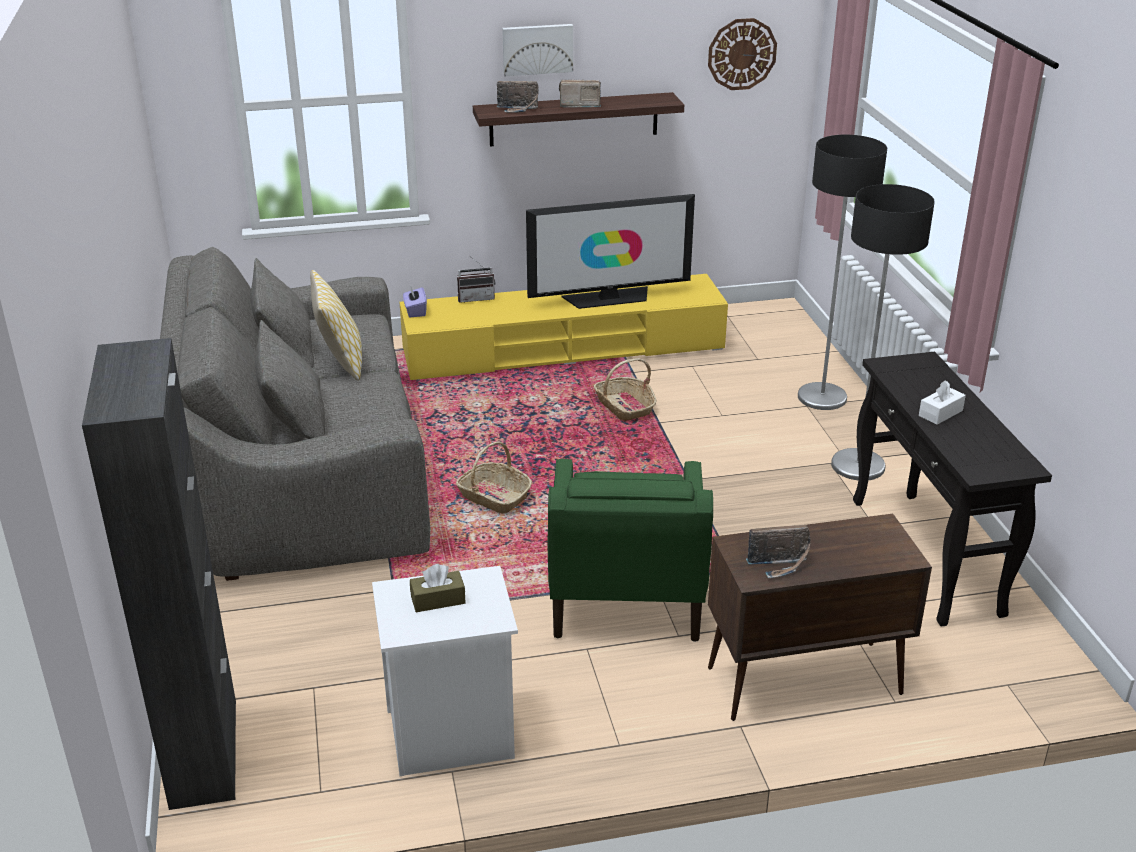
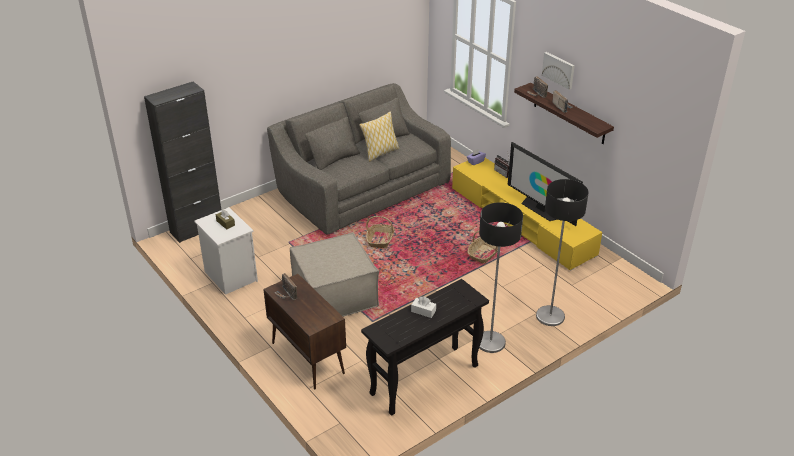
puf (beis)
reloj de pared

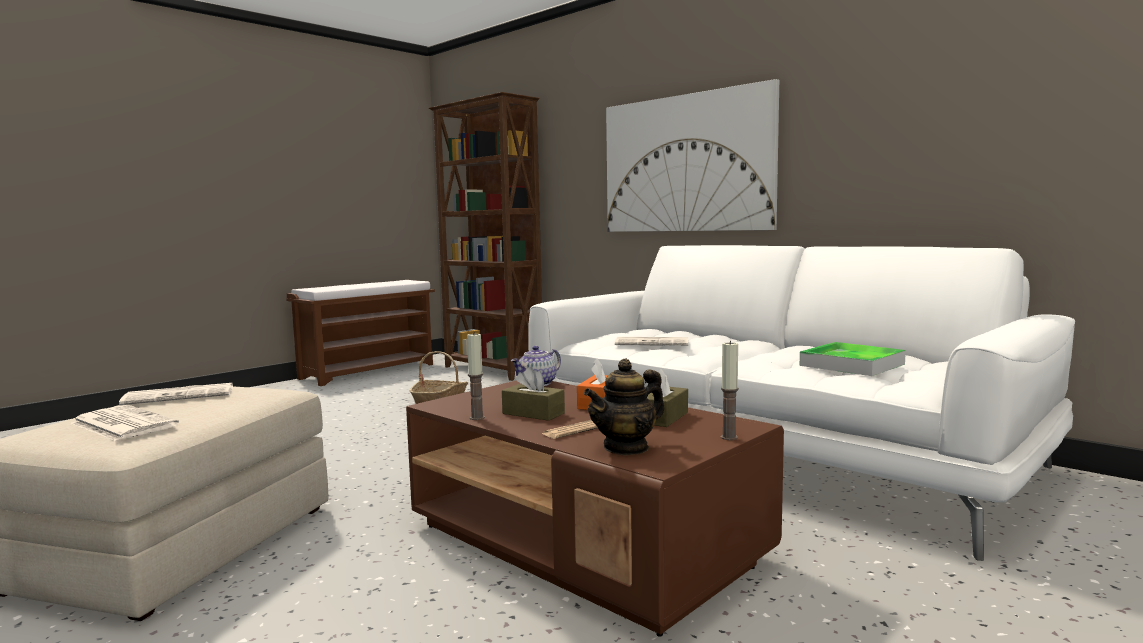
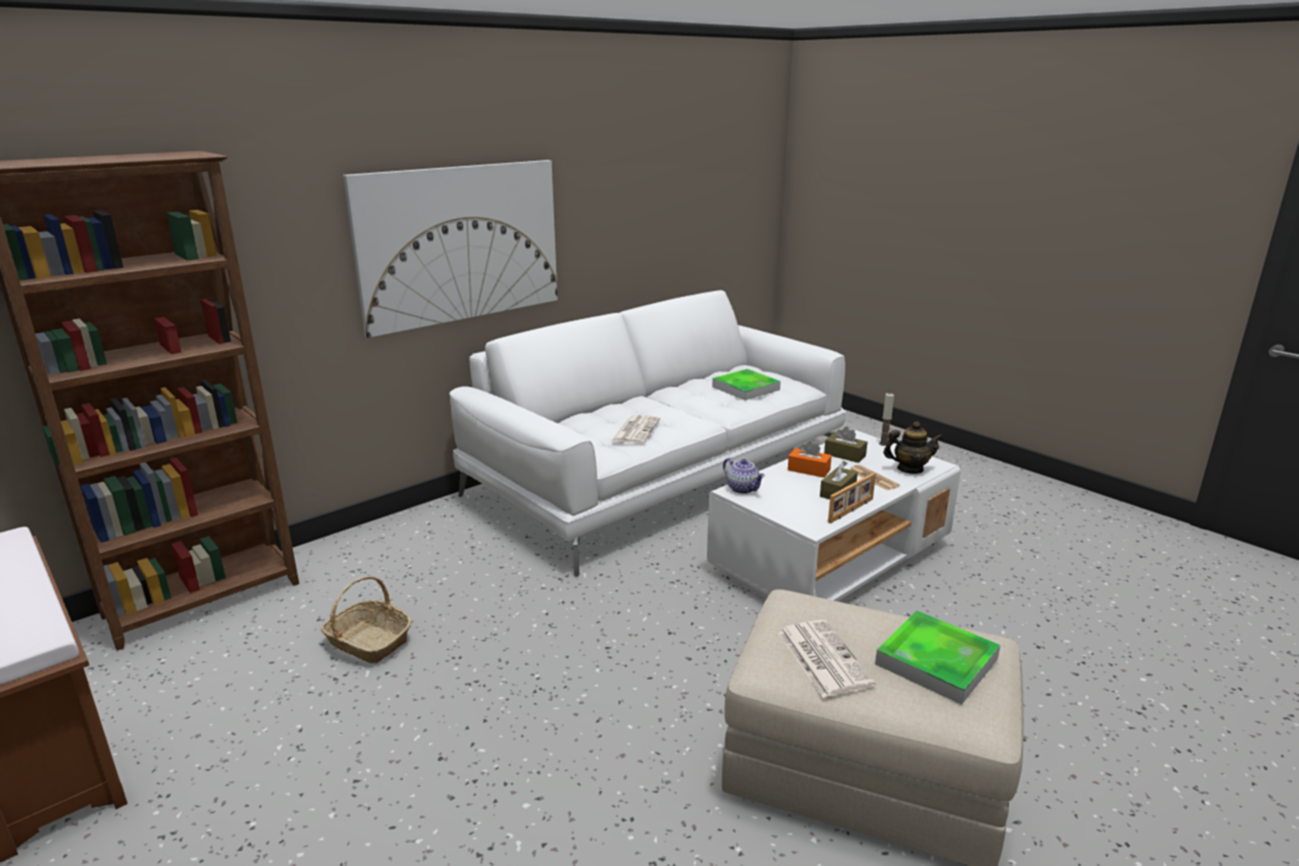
bandeja (2nd from left)
mesa de centro (blanco)
portarretratos
tetera (2nd from left)

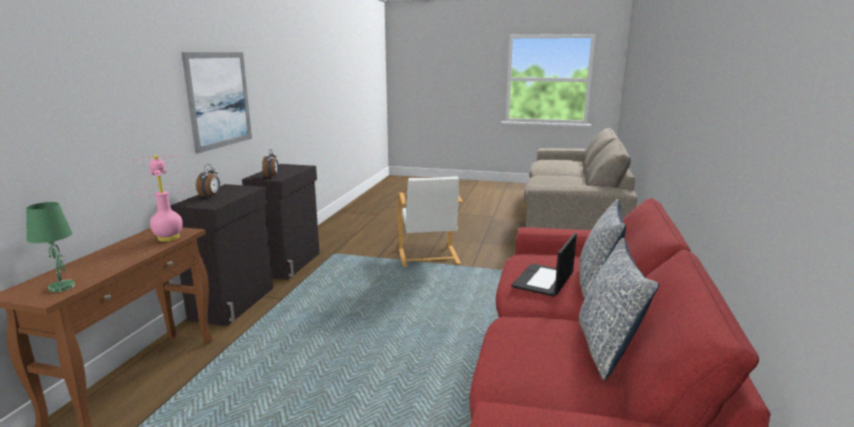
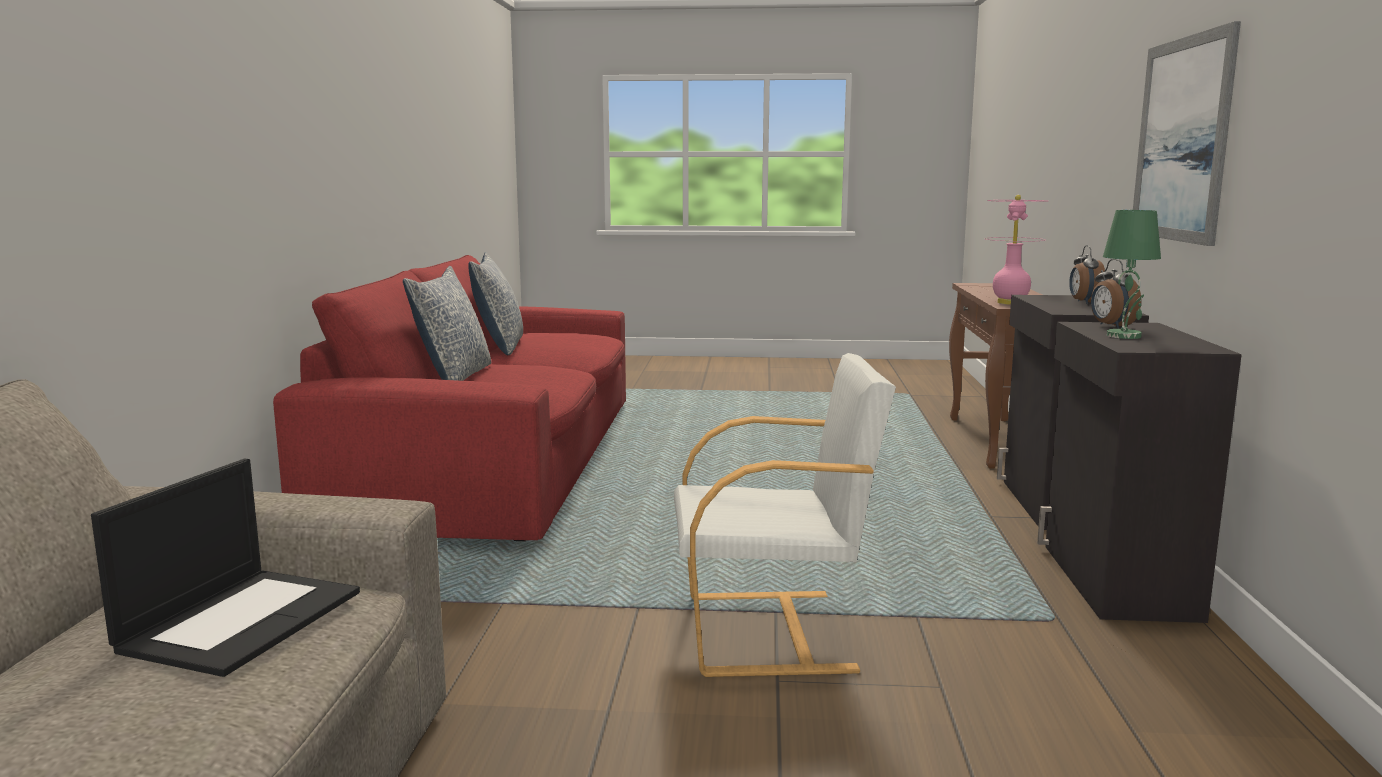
lámpara de mesa (verde)
sillón (blanco)
portátil

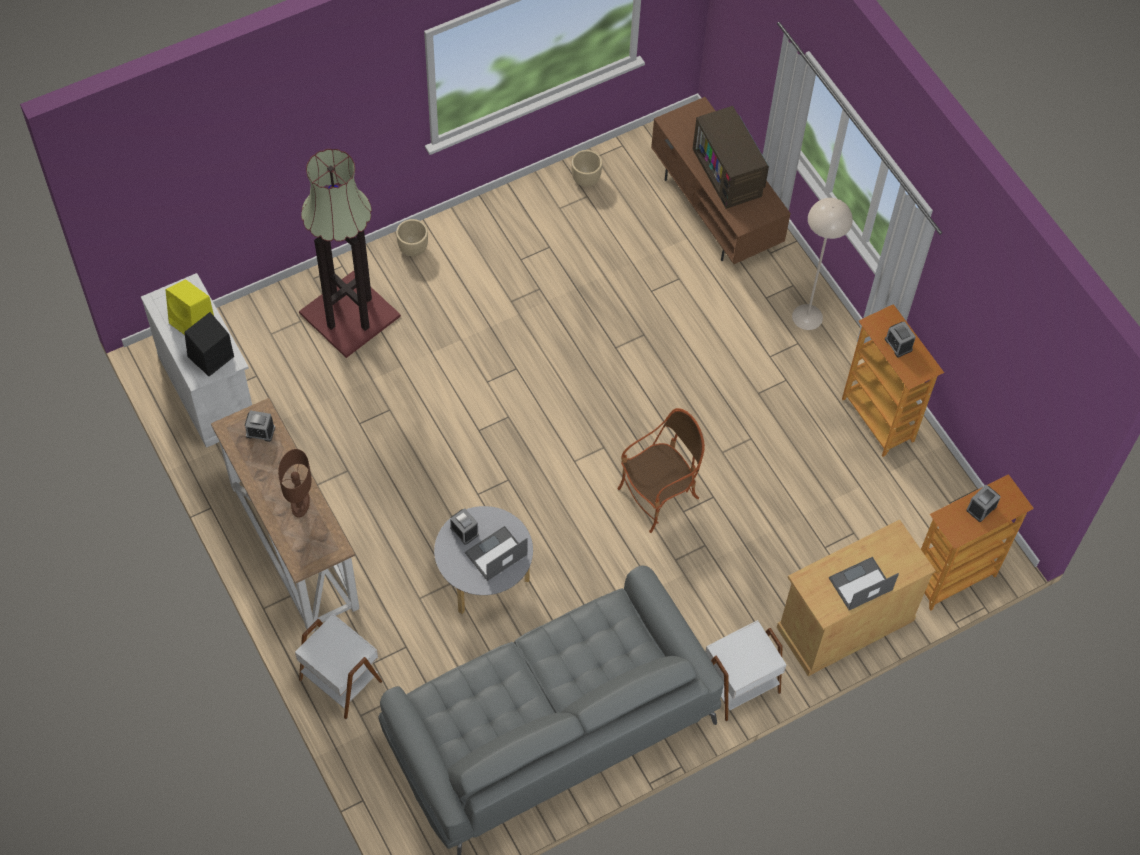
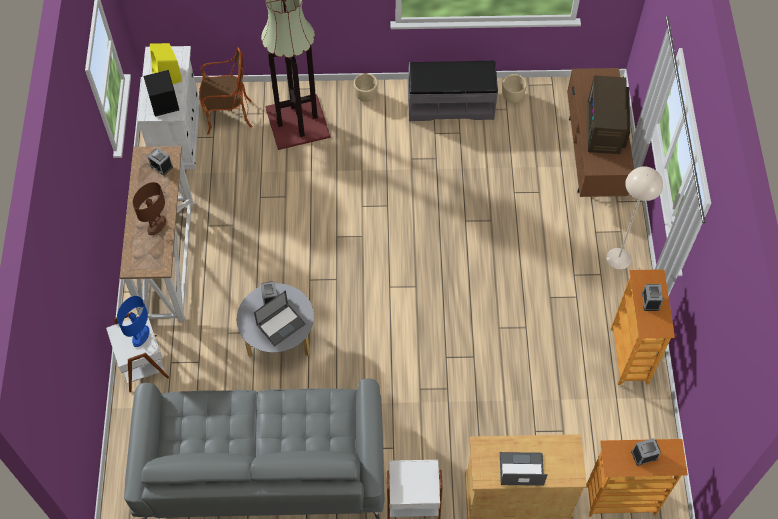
portátil (1st from left)
sillón
lámpara de mesa (azul)
banco (gris)

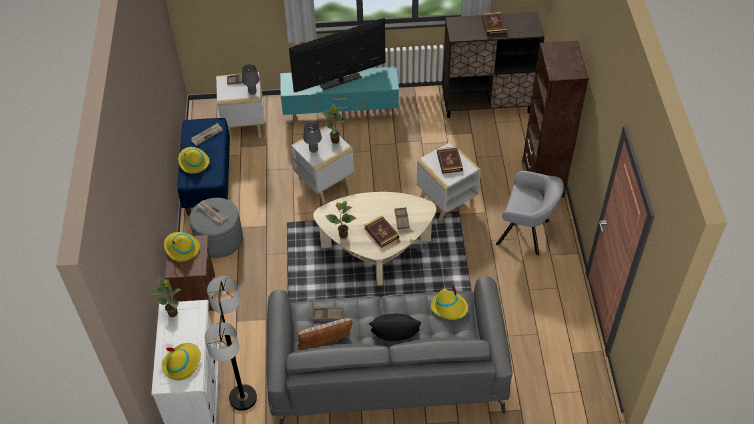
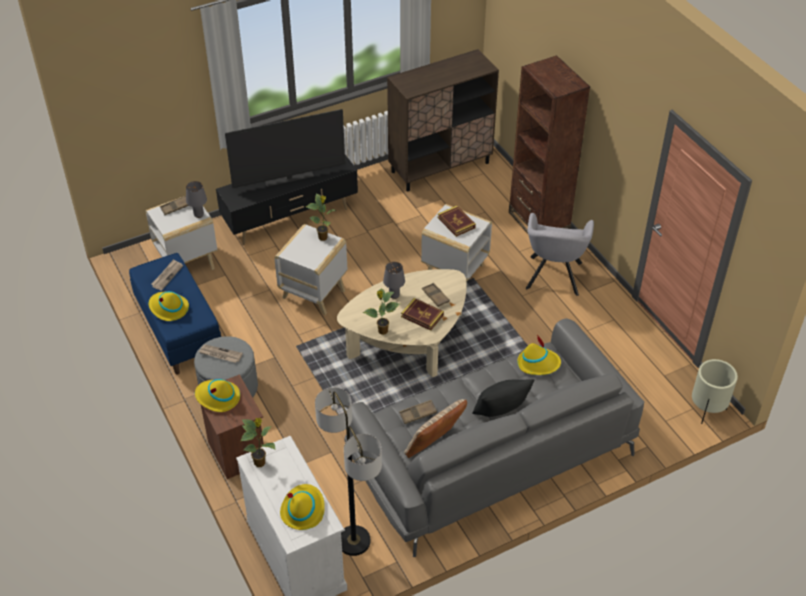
mueble de televisión (negro)
televisor
lámpara de mesa (gris) (2nd from left)
libro (3rd from left in the first image)
sillón (gris)
maceta (beis)

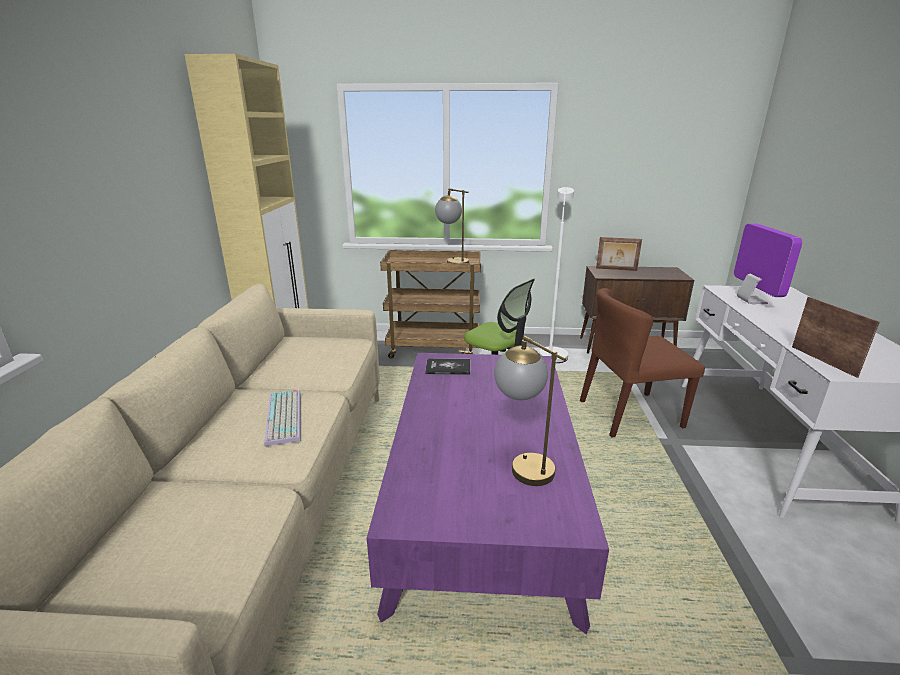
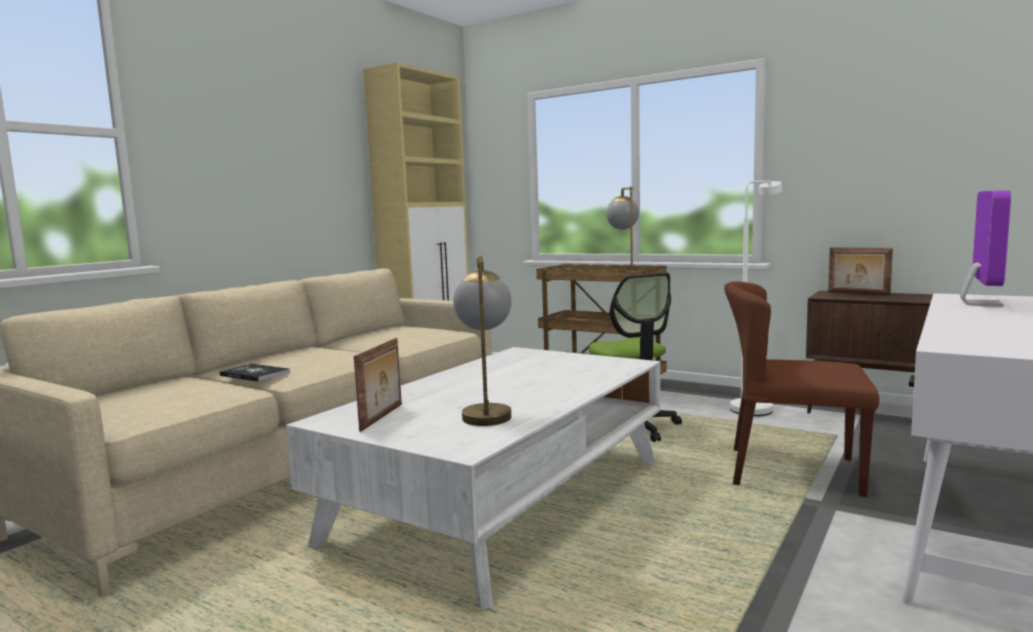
teclado
mesa de centro (blanco)
libro
portarretratos (1st from left)

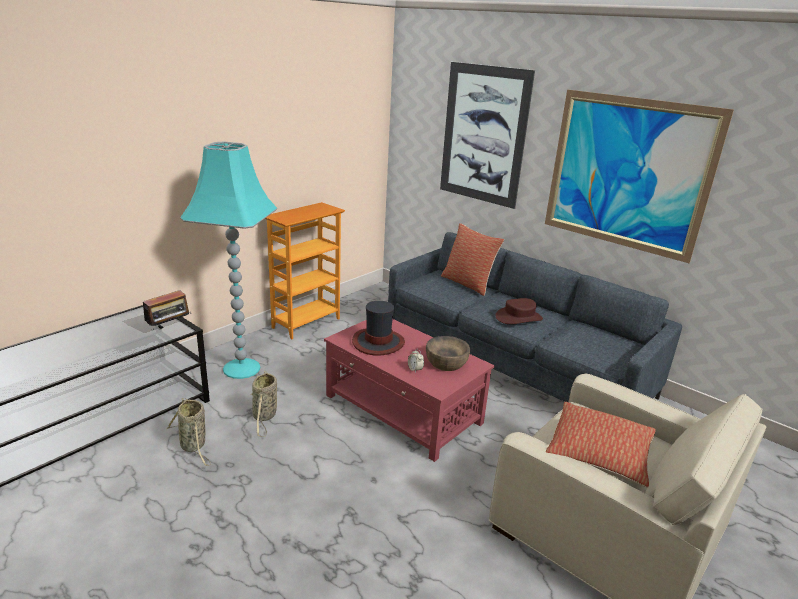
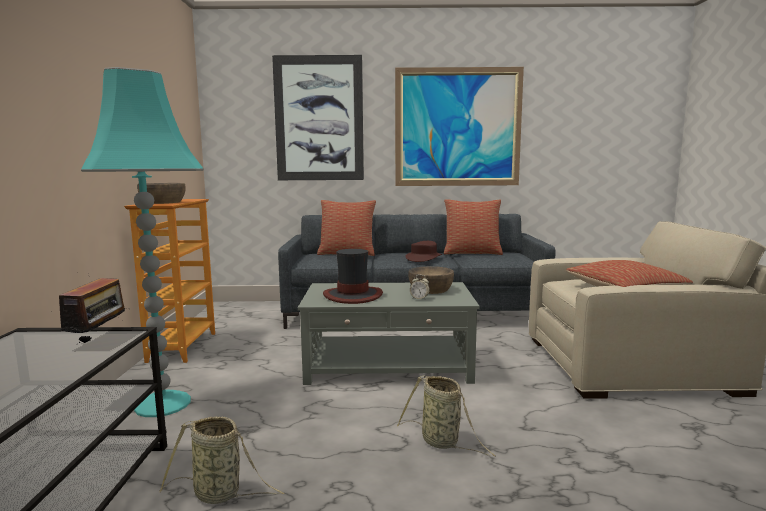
cesta (2nd from left)
mesa de centro (gris)
cuenco (marrón) (1st from left)
cojín (2nd from left)

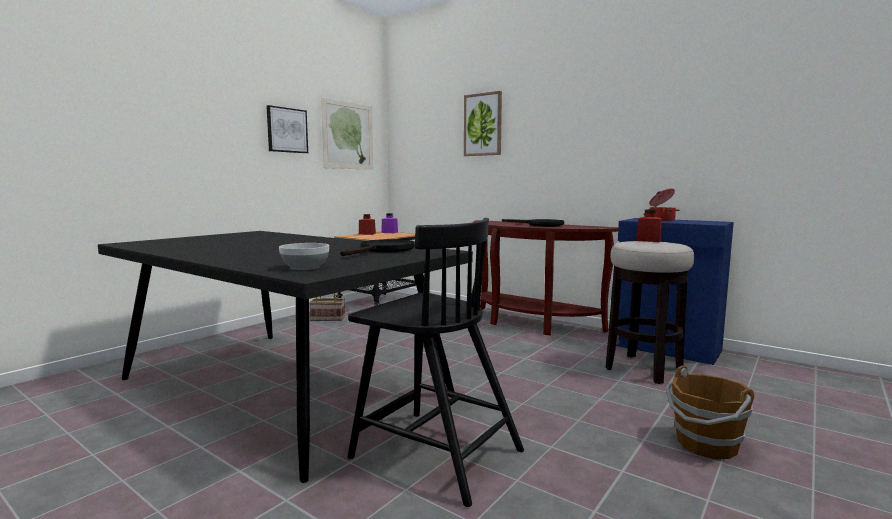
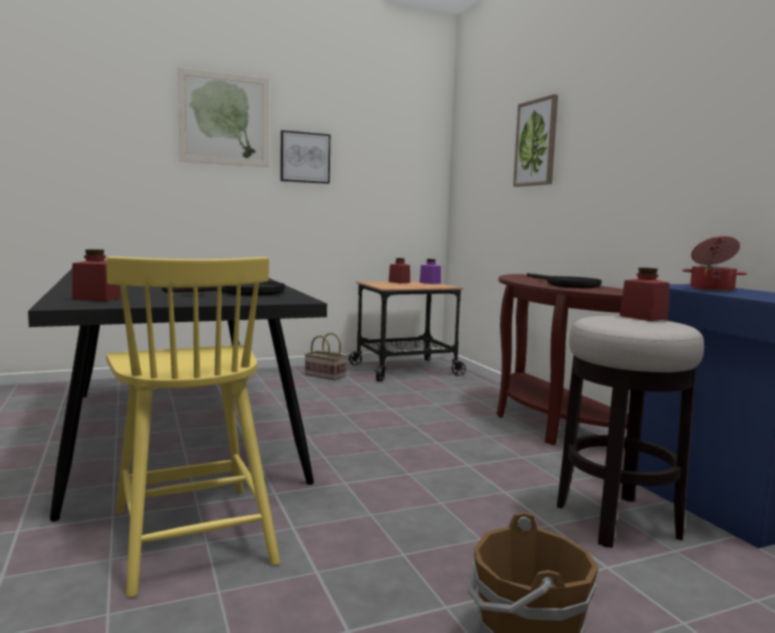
tarro (rojo) (1st from left)
cuadro (1st from left)
silla (amarillo)

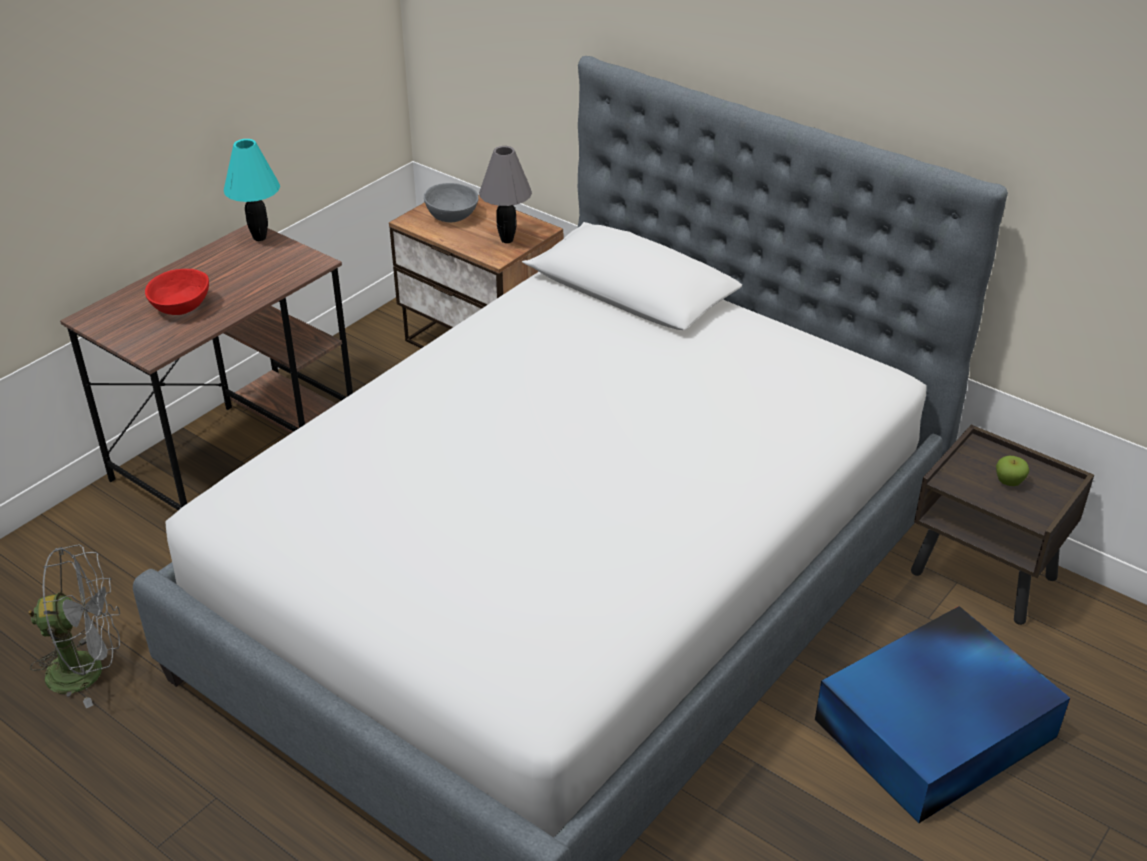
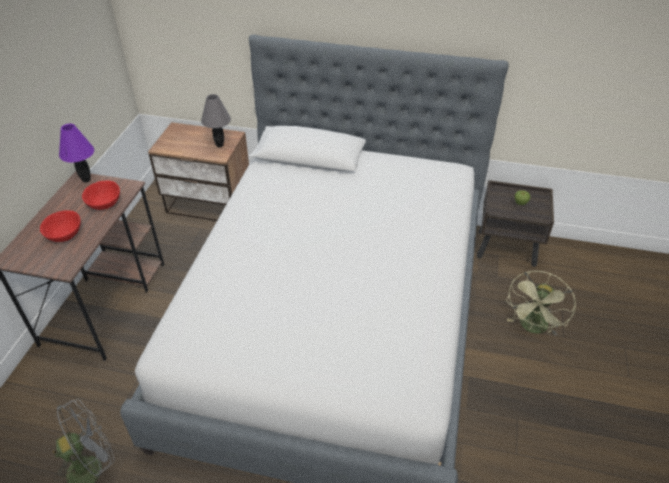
lámpara de mesa (morado)
cuenco (gris)
ventilador (verde)
cuenco (rojo) (2nd from left)

